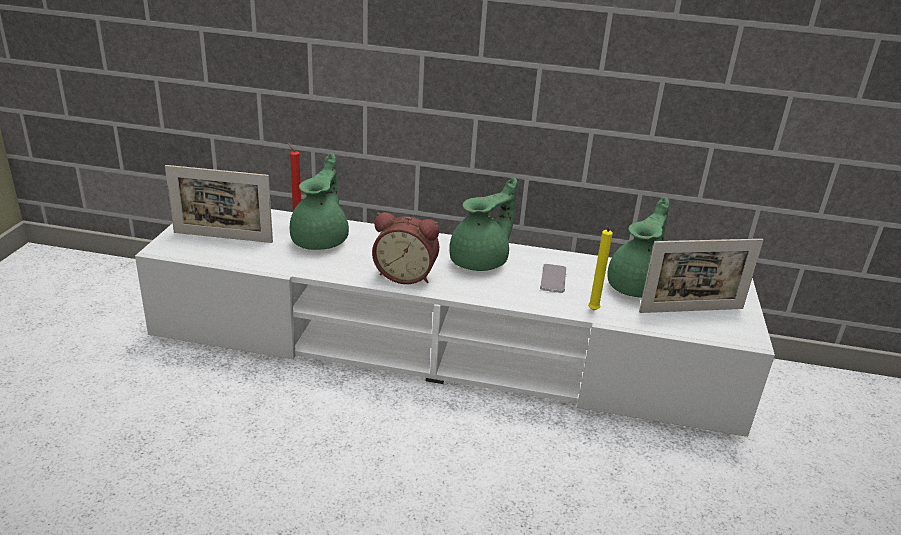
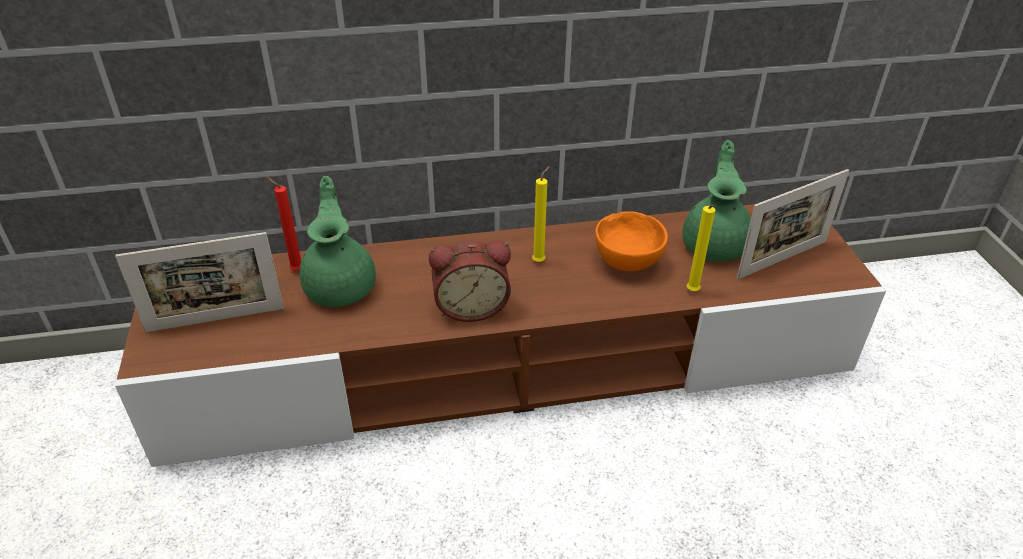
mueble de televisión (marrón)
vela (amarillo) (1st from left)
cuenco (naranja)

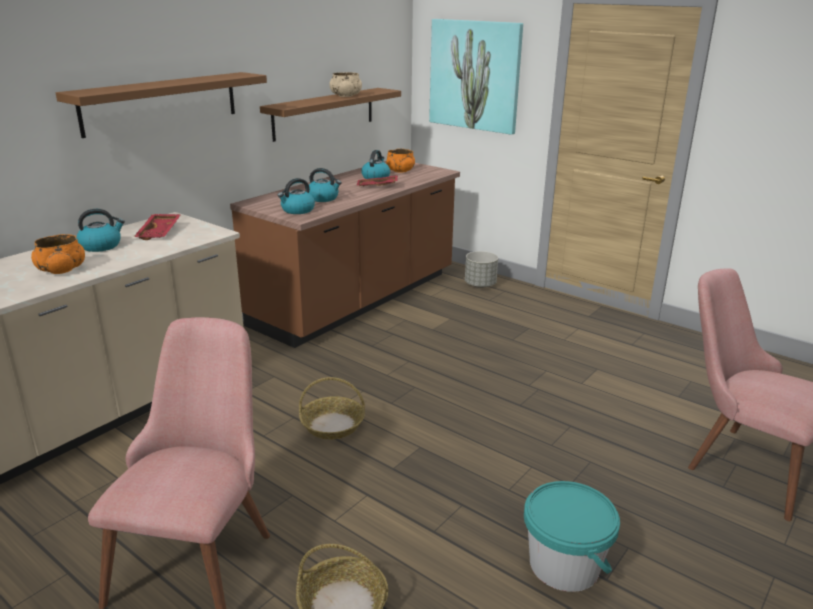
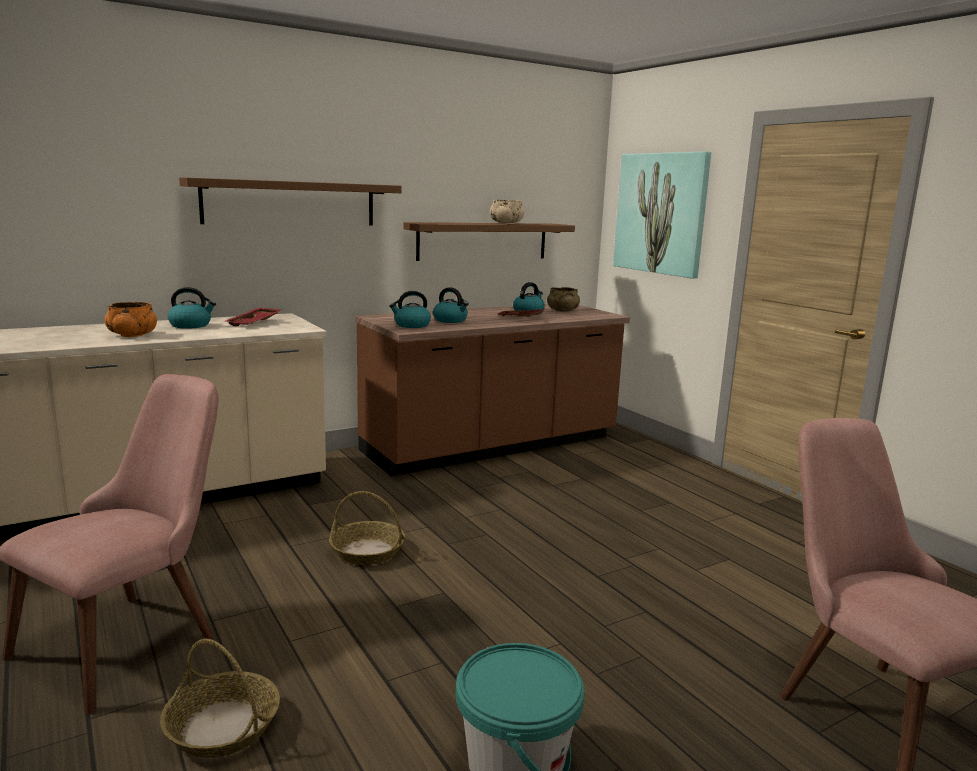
cuenco (beis) (2nd from left)
maceta (gris)

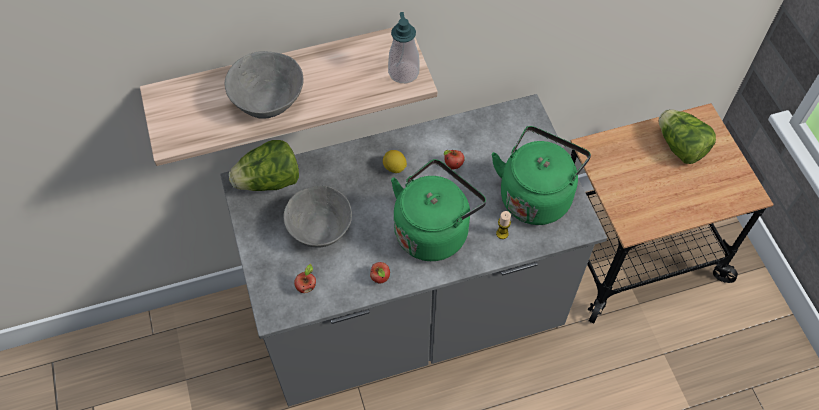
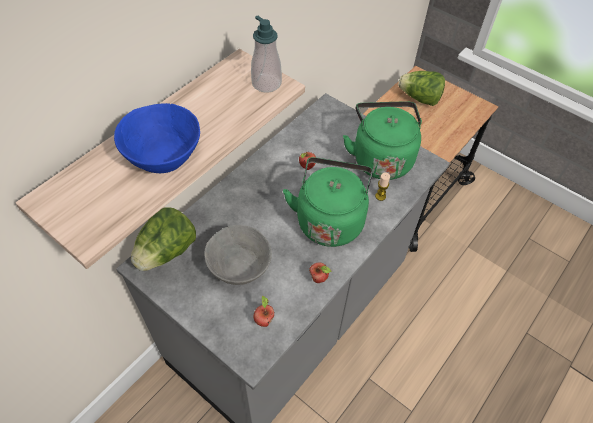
cuenco (azul)
limón

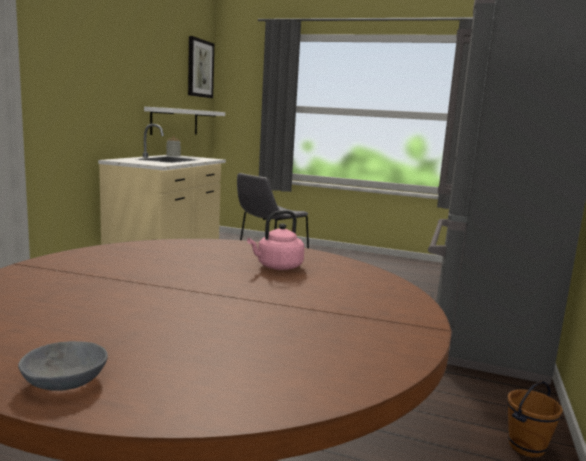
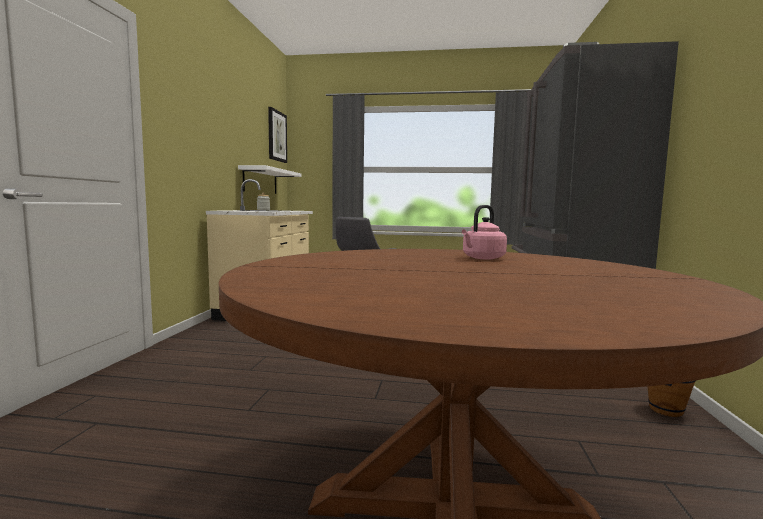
cuenco (gris)

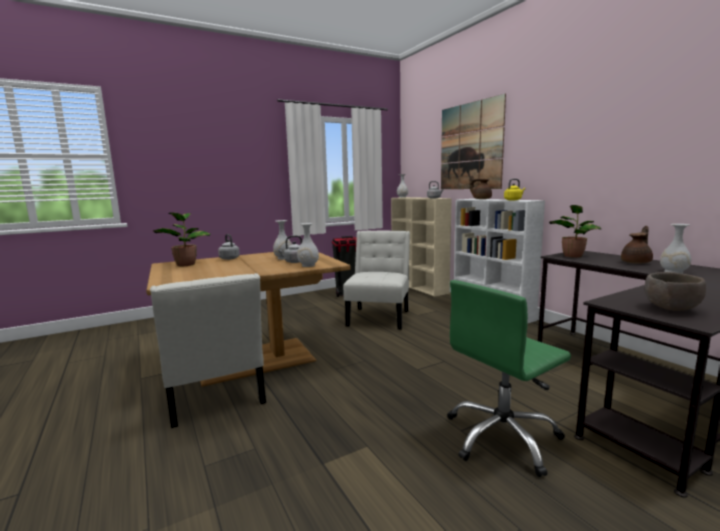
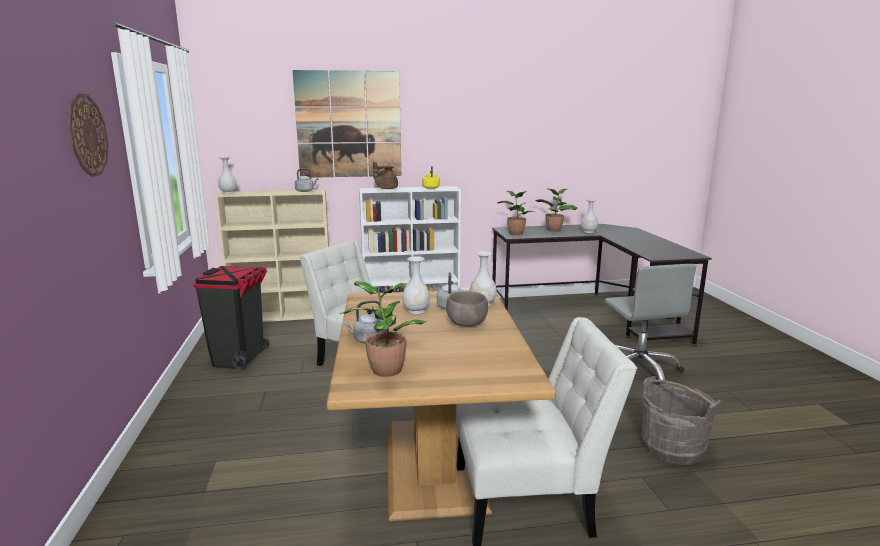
silla de oficina (gris)
planta en maceta (3rd from left)
cuenco (marrón)
reloj de pared
cubo (gris)

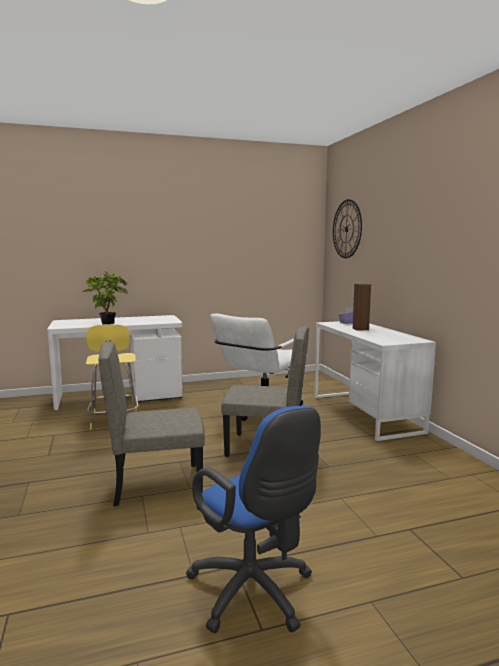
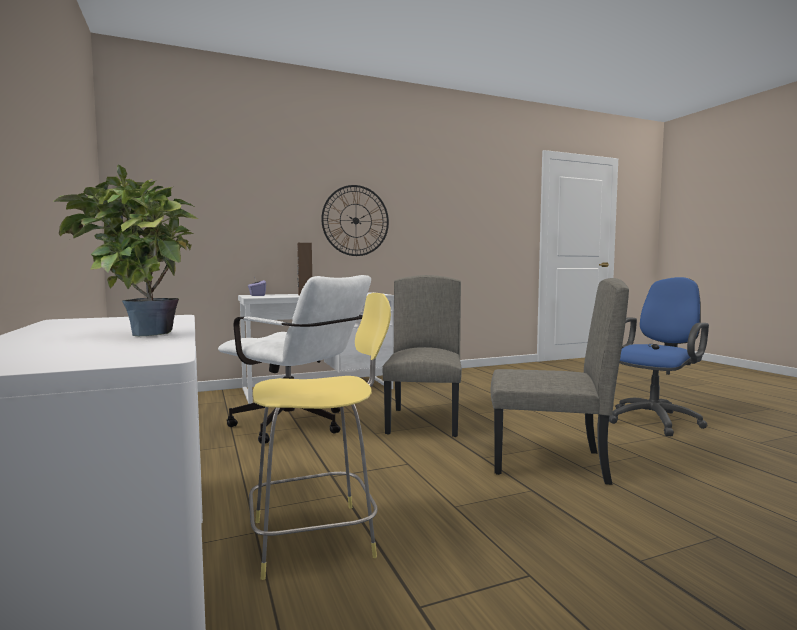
silla (beis) (2nd from left)
reloj de pared

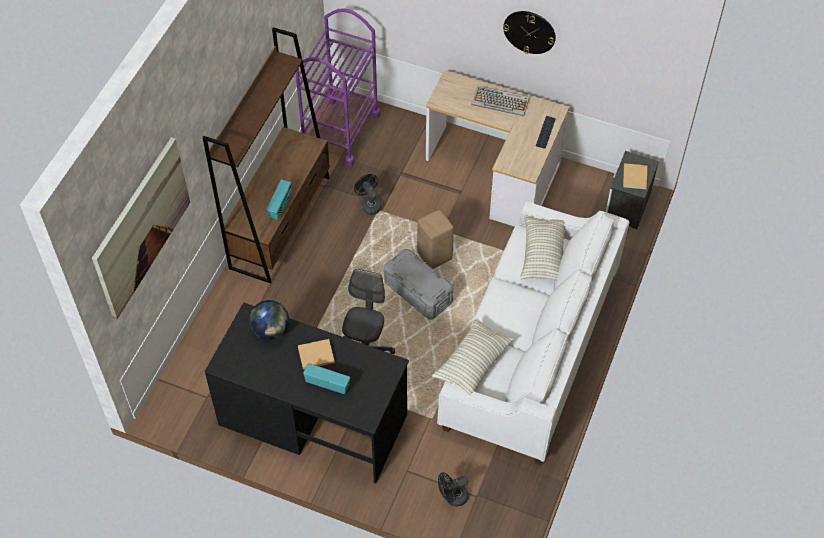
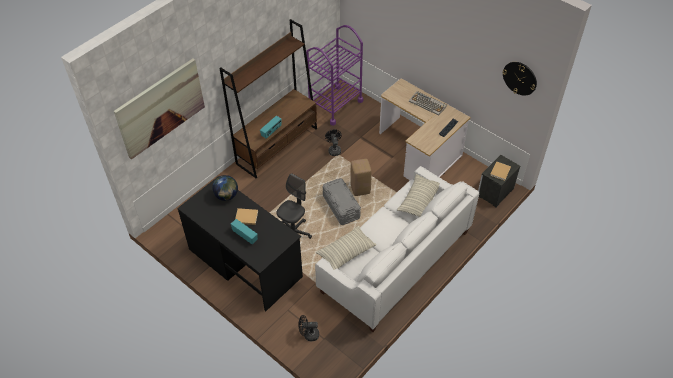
reloj de pared

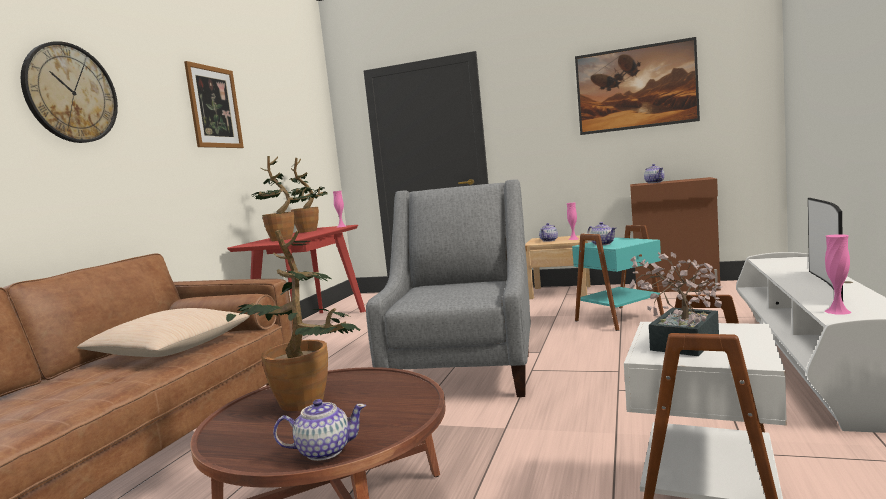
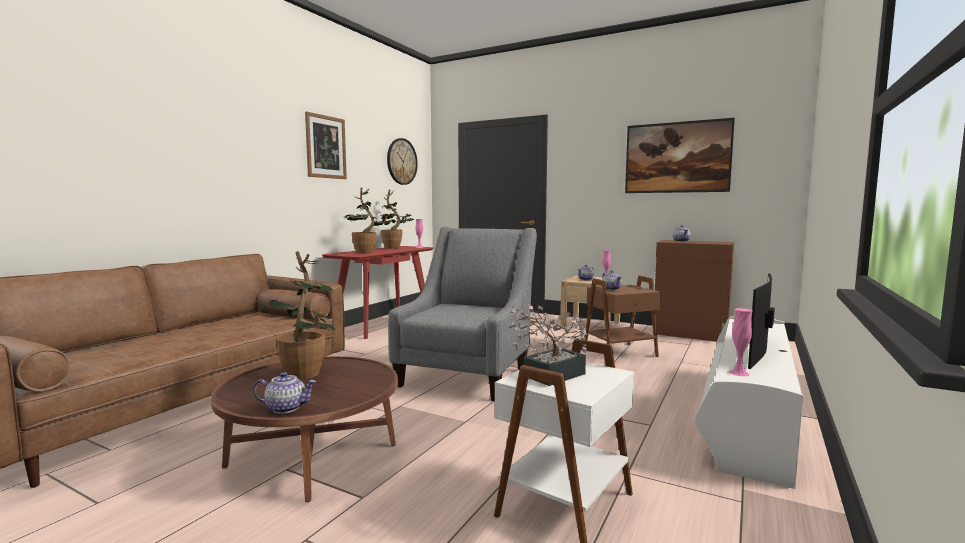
reloj de pared
cojín (beis)
mesa auxiliar (marrón)

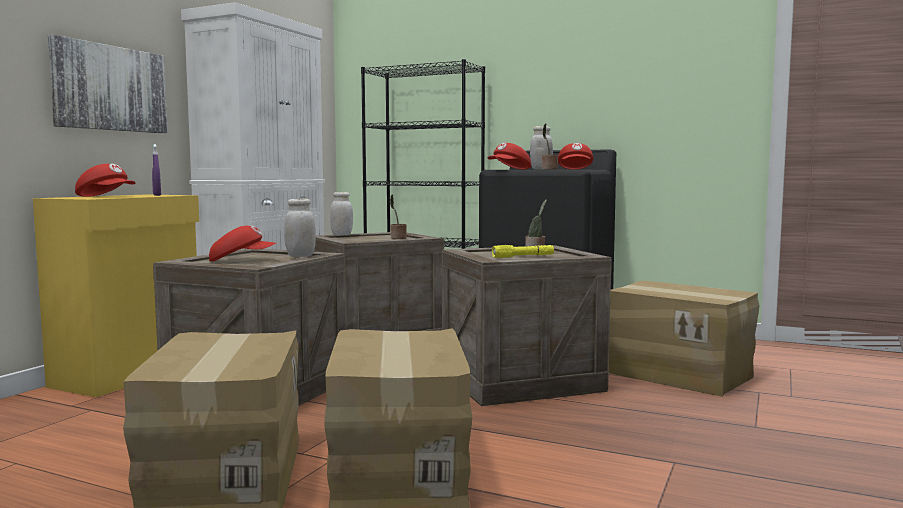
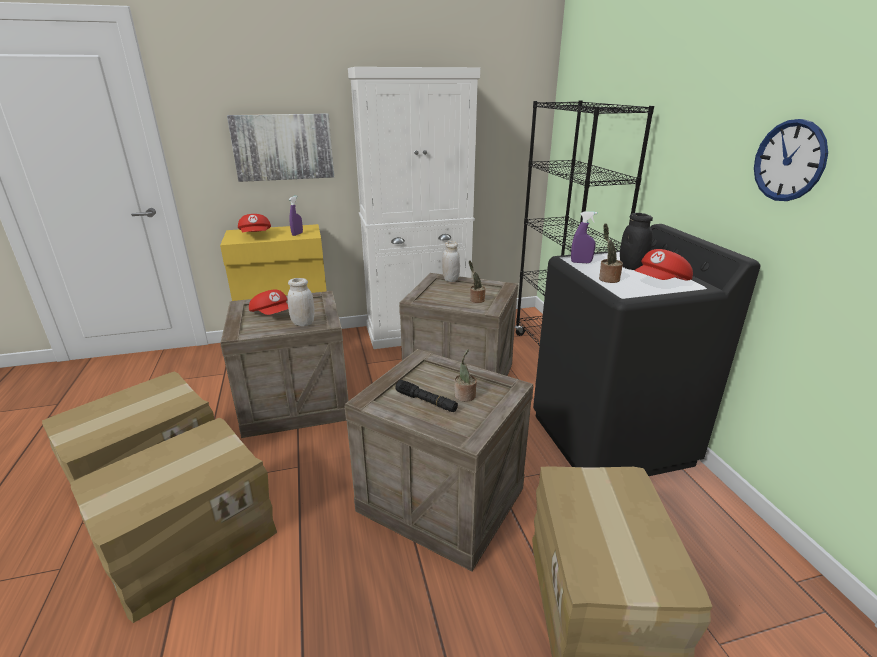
pulverizador (morado) (2nd from left)
linterna (negro)
tarro (negro)
reloj de pared

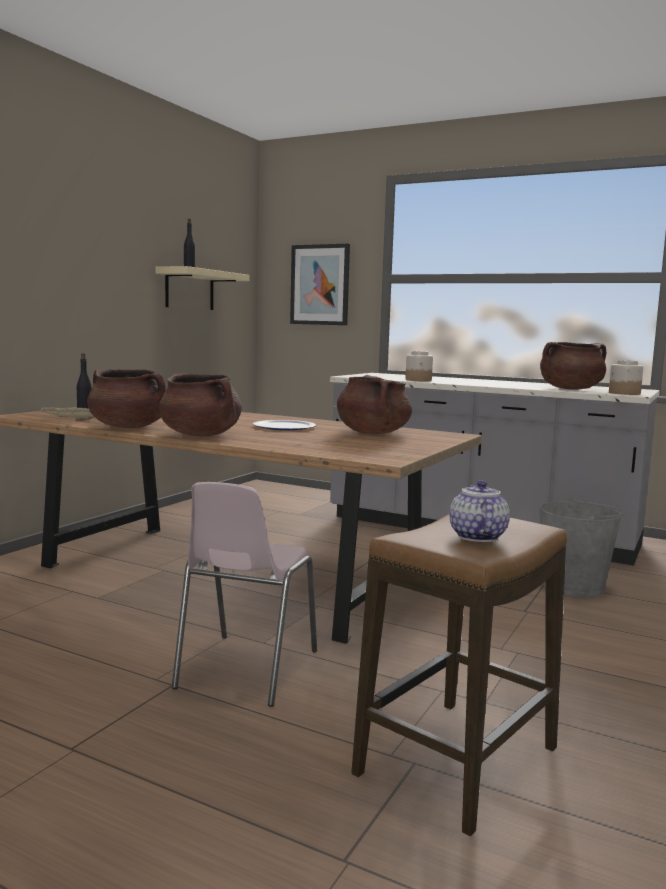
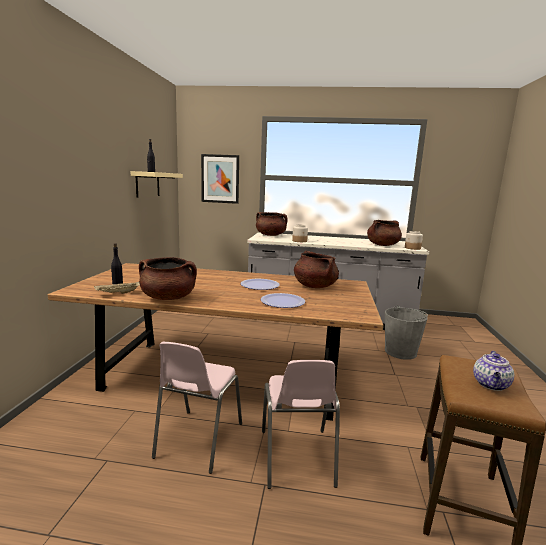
olla (marrón) (2nd from left)
tetera
silla (rosa) (1st from left)
plato (2nd from left)

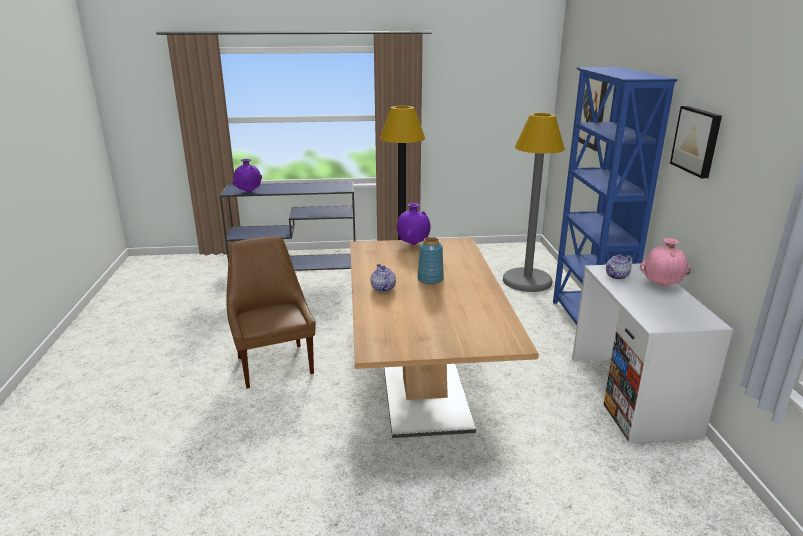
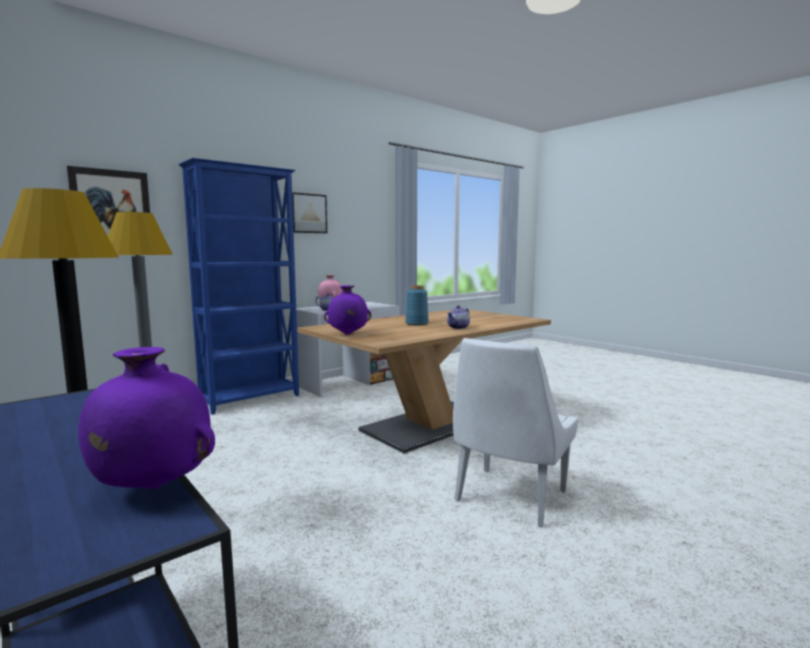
silla (blanco)

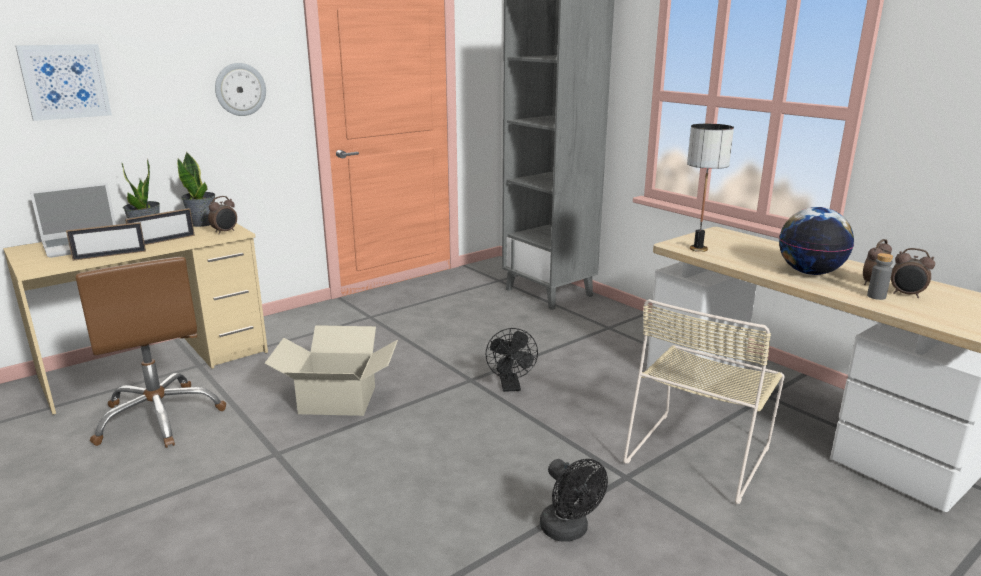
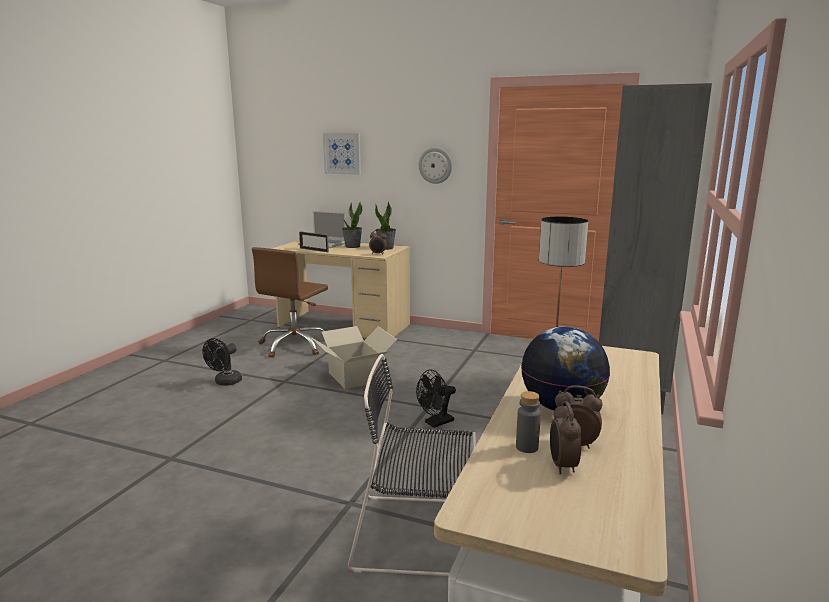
portarretratos (2nd from left in the first image)
ventilador (negro) (1st from left)
silla (negro)

